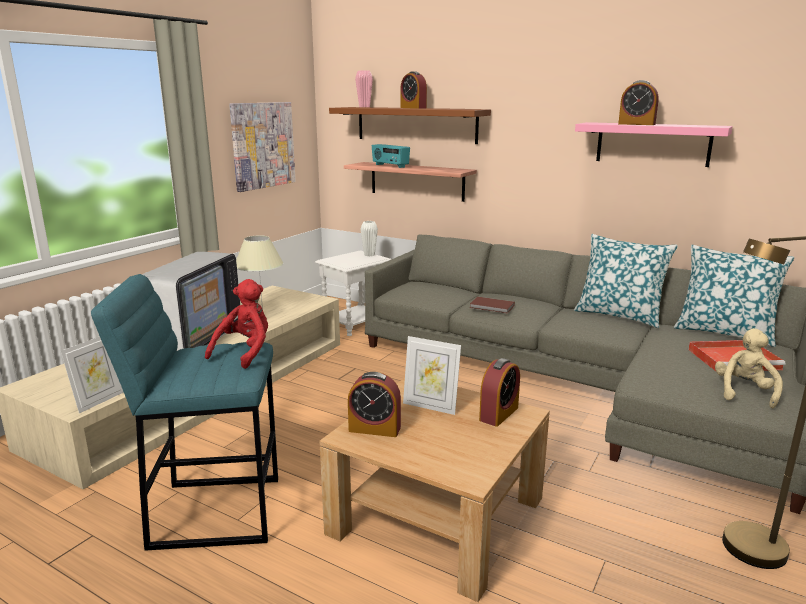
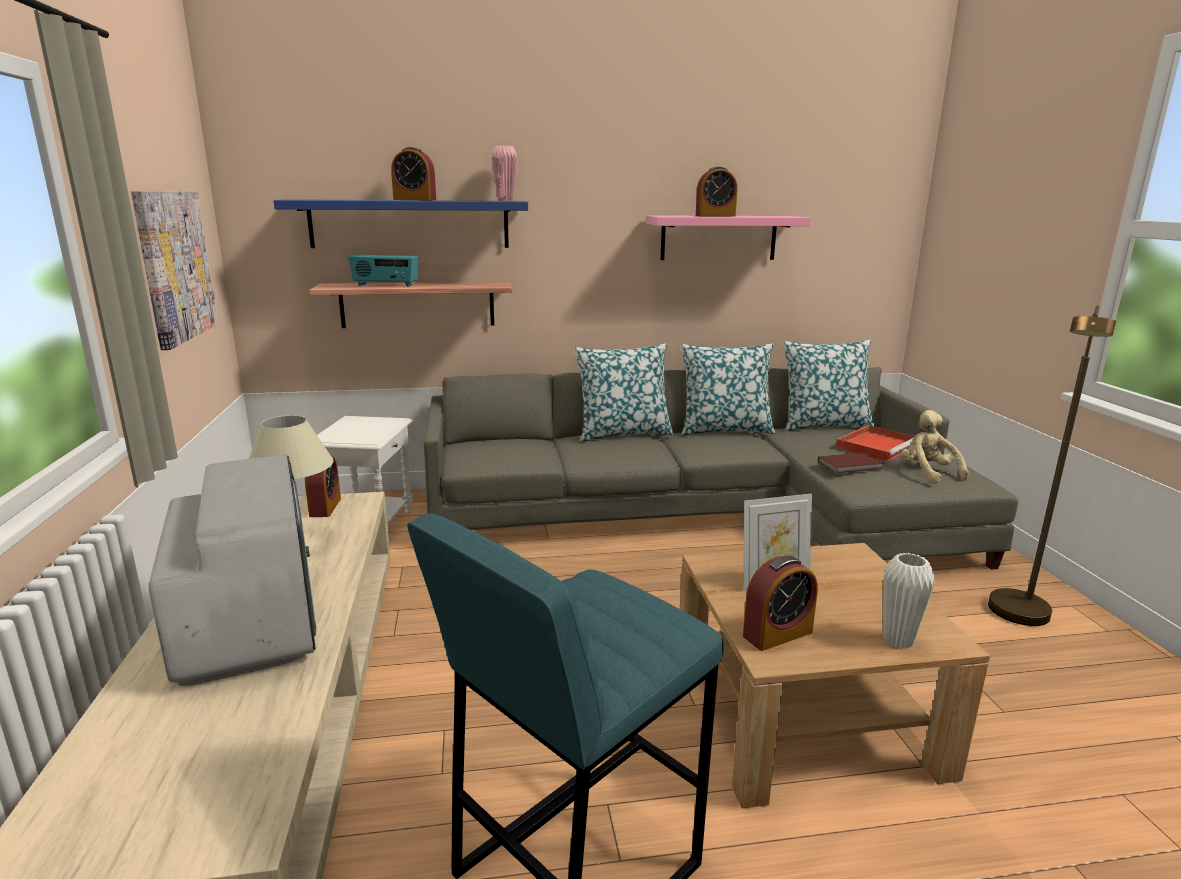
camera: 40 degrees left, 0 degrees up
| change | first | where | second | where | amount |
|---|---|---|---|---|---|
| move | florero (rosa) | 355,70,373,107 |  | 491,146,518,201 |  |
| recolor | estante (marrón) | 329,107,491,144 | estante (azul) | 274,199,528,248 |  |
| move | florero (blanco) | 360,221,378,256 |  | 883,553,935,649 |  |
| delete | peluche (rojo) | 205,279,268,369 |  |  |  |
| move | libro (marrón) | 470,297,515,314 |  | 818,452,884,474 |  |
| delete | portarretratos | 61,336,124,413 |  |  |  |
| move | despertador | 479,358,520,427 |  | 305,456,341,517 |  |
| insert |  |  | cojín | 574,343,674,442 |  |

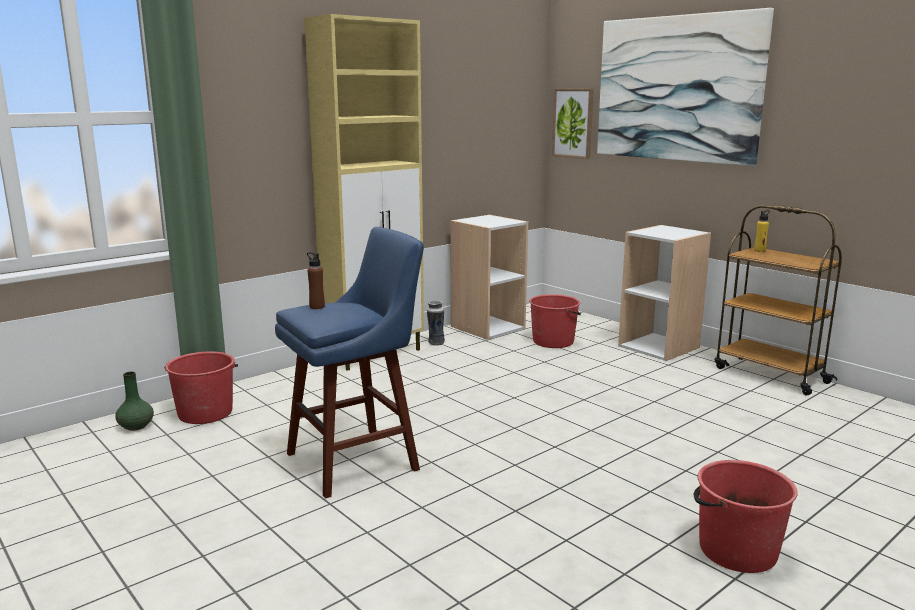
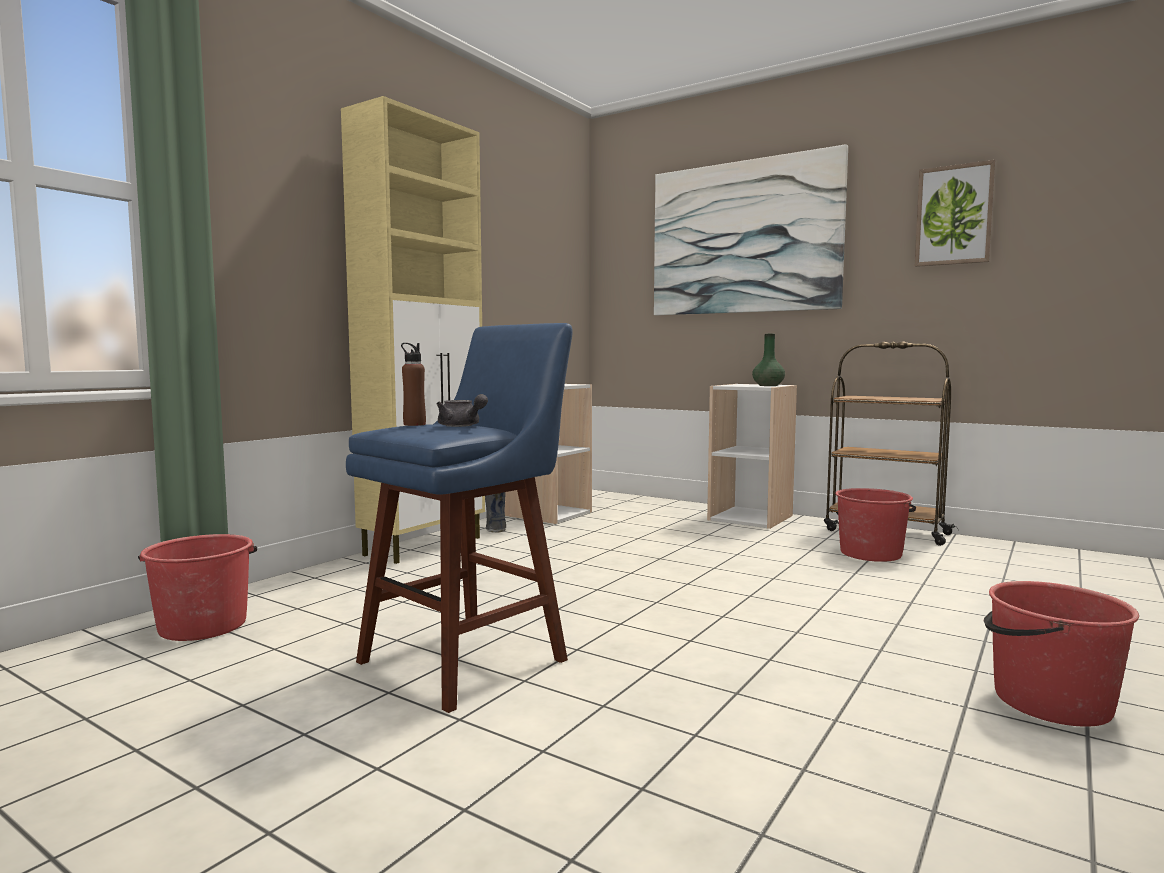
camera: 15 degrees left, 10 degrees down
| change | first | where | second | where | amount |
|---|---|---|---|---|---|
| move | cuadro | 552,88,594,159 |  | 915,160,996,267 |  |
| delete | botella (amarillo) | 754,210,770,252 |  |  |  |
| move | cubo (rojo) | 529,294,581,348 |  | 835,488,916,562 |  |
| move | florero (verde) | 115,372,154,431 |  | 752,334,785,386 |  |
| insert |  |  | tetera (gris) | 436,394,488,427 |  |

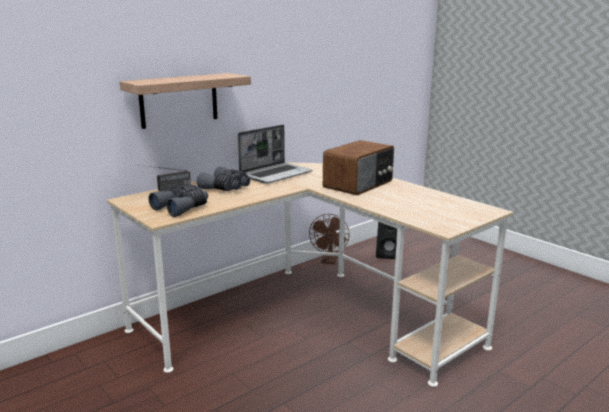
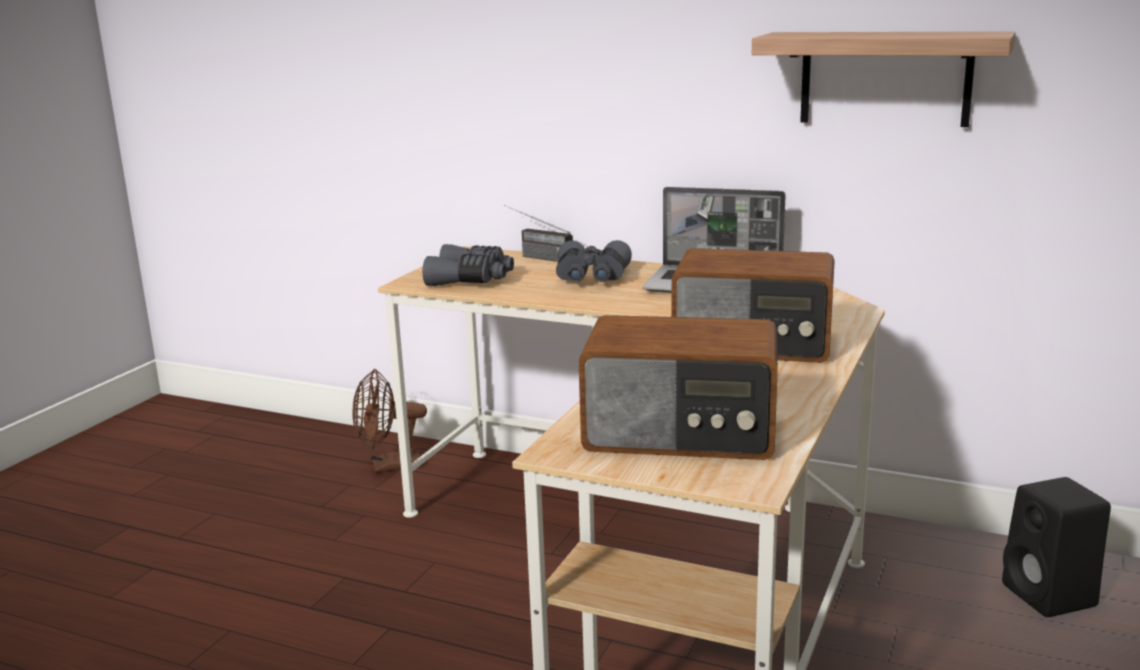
camera: 65 degrees right, 0 degrees up
| change | first | where | second | where | amount |
|---|---|---|---|---|---|
| move | estante | 120,73,251,129 |  | 752,31,1016,127 |  |
| move | ventilador (marrón) | 309,214,350,264 |  | 352,369,427,473 |  |
| insert |  |  | radio | 579,315,778,460 |  |

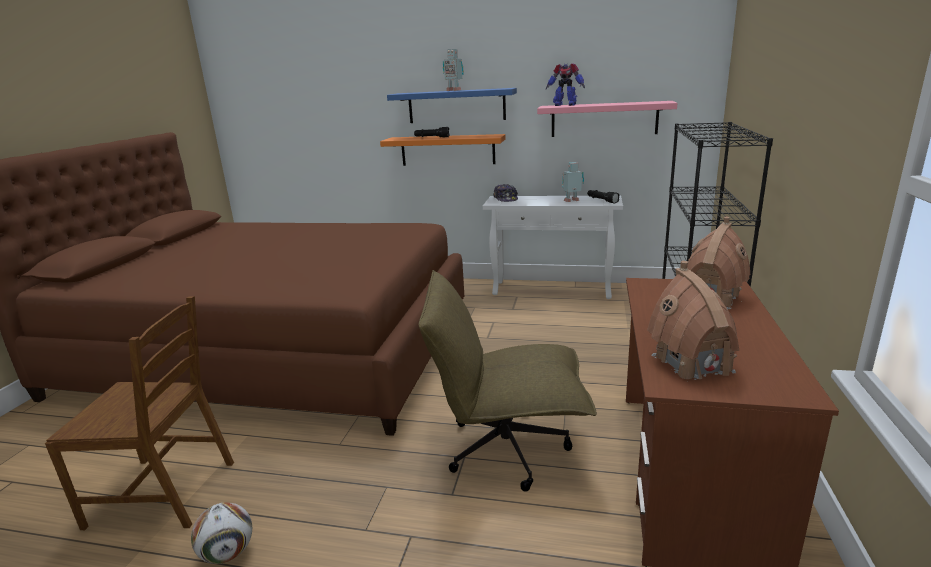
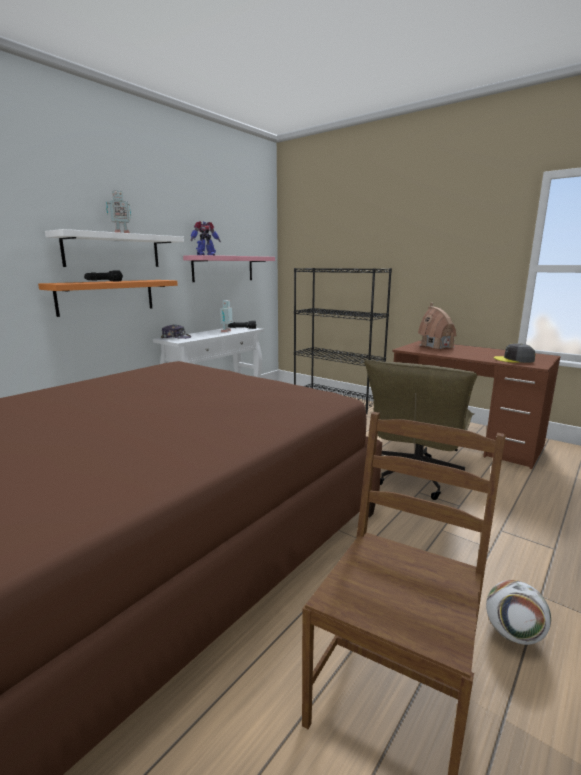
camera: 65 degrees left, 5 degrees down
| change | first | where | second | where | amount |
|---|---|---|---|---|---|
| recolor | estante (azul) | 387,88,517,123 | estante (blanco) | 45,229,184,267 |  |
| replace | casita | 647,261,739,382 | gorra (gris) | 494,343,535,363 |  |

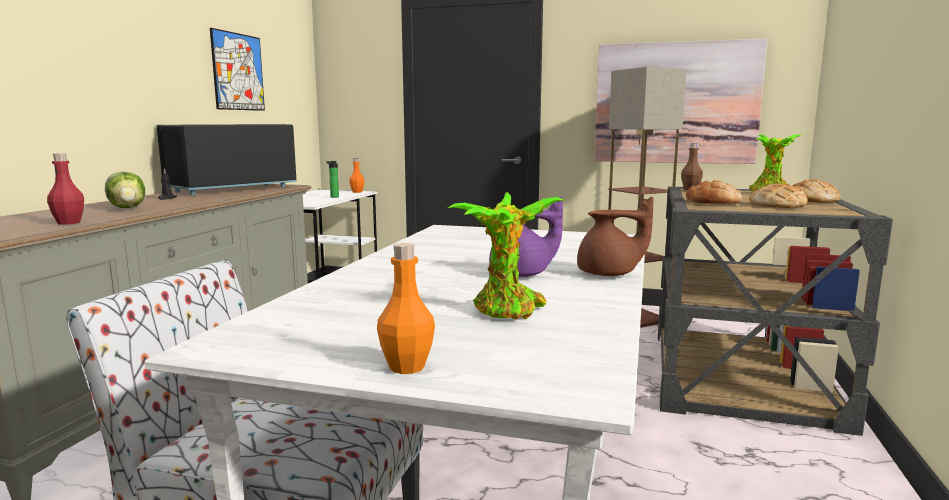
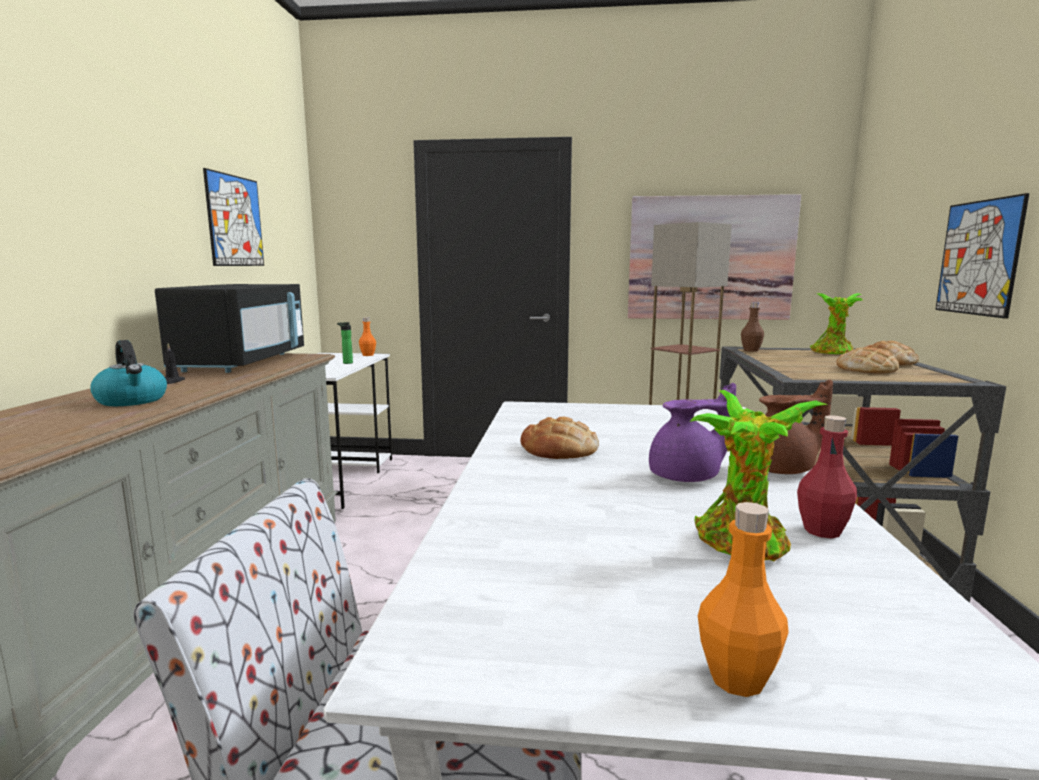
camera: 10 degrees left, 0 degrees up
| change | first | where | second | where | amount |
|---|---|---|---|---|---|
| rotate | microondas (negro) | 157,124,297,195 |  | 155,284,304,373 | 150 degrees clockwise |
| move | botella (rojo) | 47,153,84,225 |  | 797,415,857,538 |  |
| replace | lechuga | 105,171,145,208 | hervidor | 90,340,167,406 |  |
| move | pan | 686,180,742,204 |  | 520,416,599,459 |  |
| insert |  |  | cuadro | 935,193,1029,319 |  |

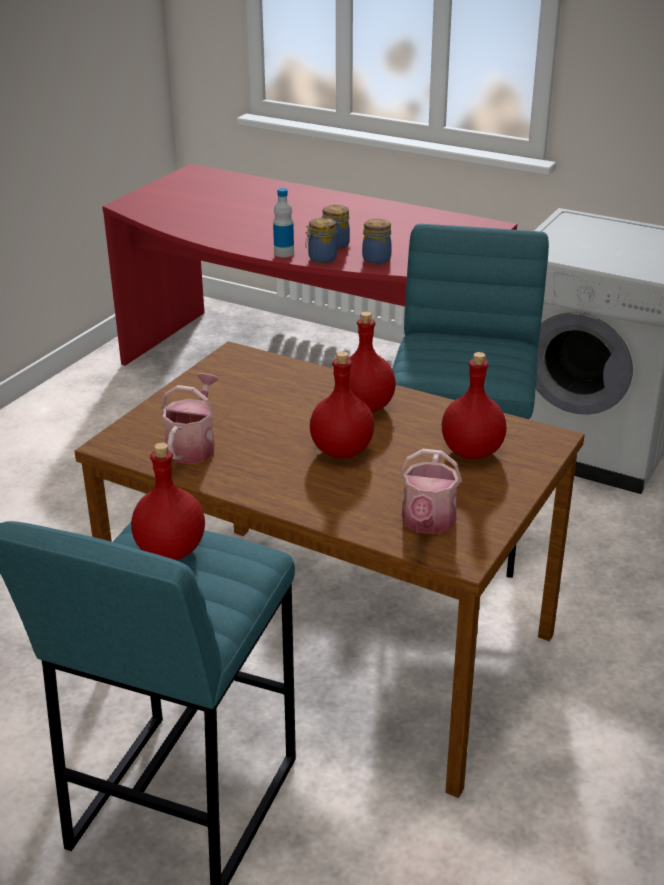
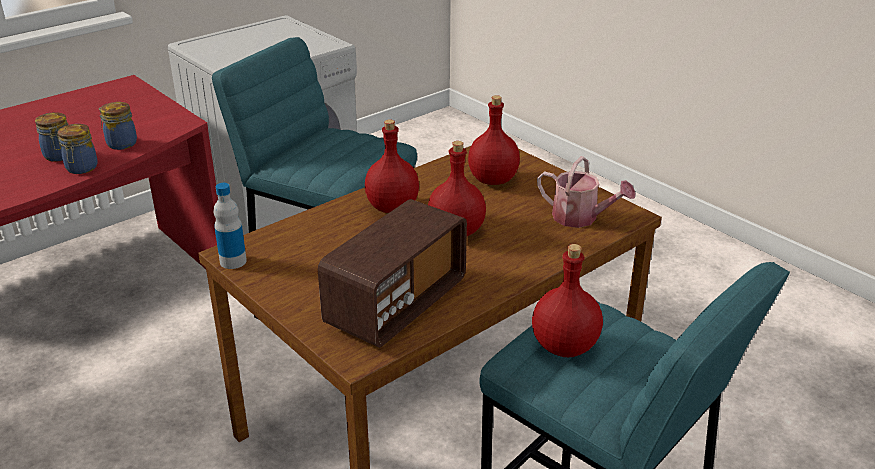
camera: 70 degrees left, 0 degrees up
| change | first | where | second | where | amount |
|---|---|---|---|---|---|
| move | botella | 273,188,294,257 |  | 214,183,247,269 |  |
| replace | regadera | 160,373,219,464 | radio | 318,199,467,348 |  |

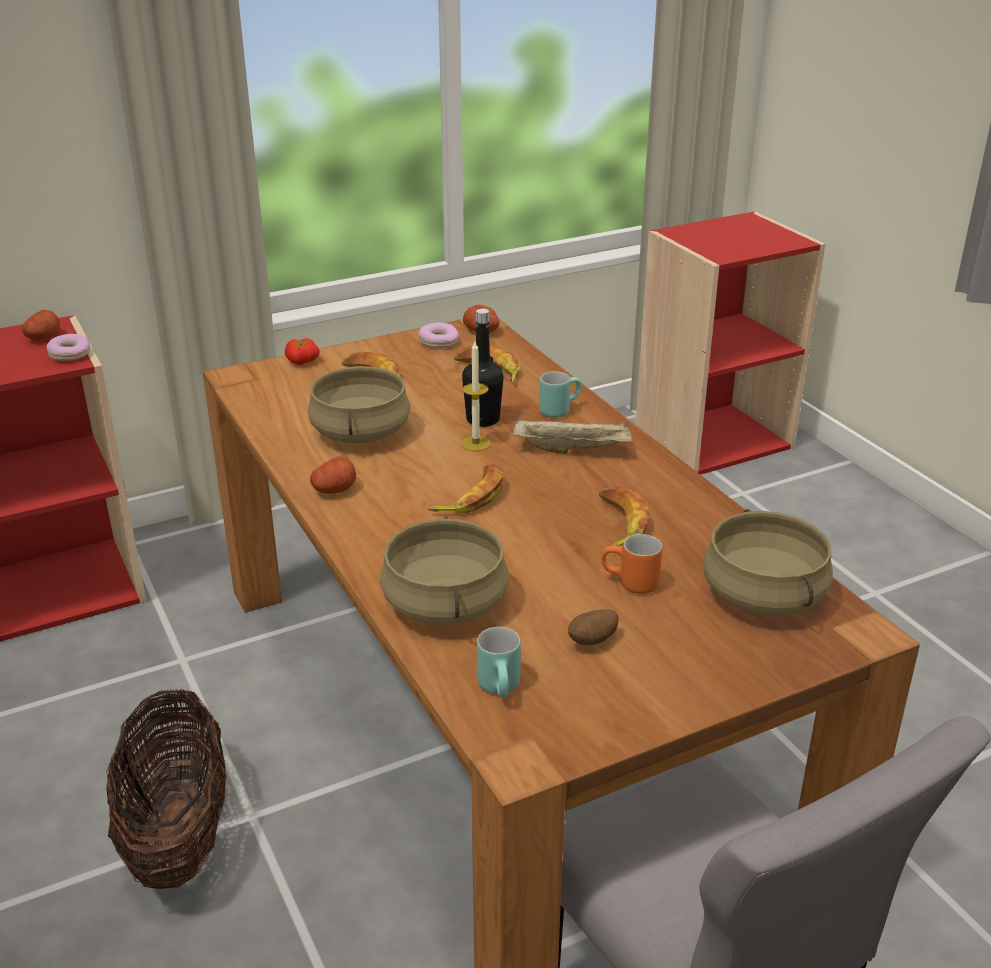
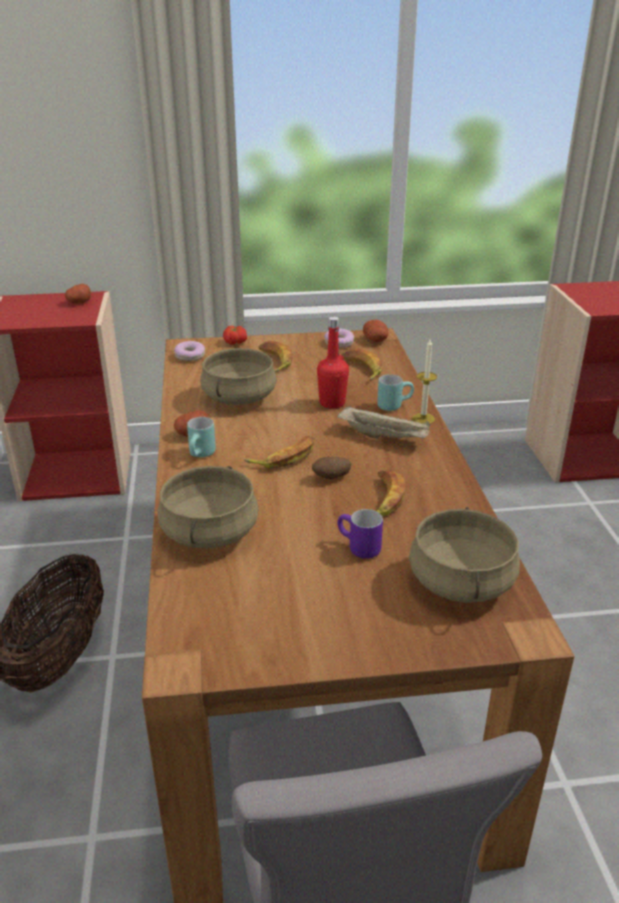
camera: 20 degrees right, 0 degrees up
| change | first | where | second | where | amount |
|---|---|---|---|---|---|
| recolor | botella (negro) | 462,308,504,427 | botella (rojo) | 317,317,349,409 |  |
| move | rosquilla | 46,334,90,361 |  | 174,341,205,361 |  |
| move | vela | 461,341,491,451 |  | 412,339,437,424 |  |
| recolor | taza grande (naranja) | 601,534,662,594 | taza grande (morado) | 338,509,383,559 |  |
| move | patata | 568,609,619,645 |  | 312,457,351,479 |  |
| move | taza grande (turquesa) | 477,627,521,698 |  | 187,417,216,457 |  |

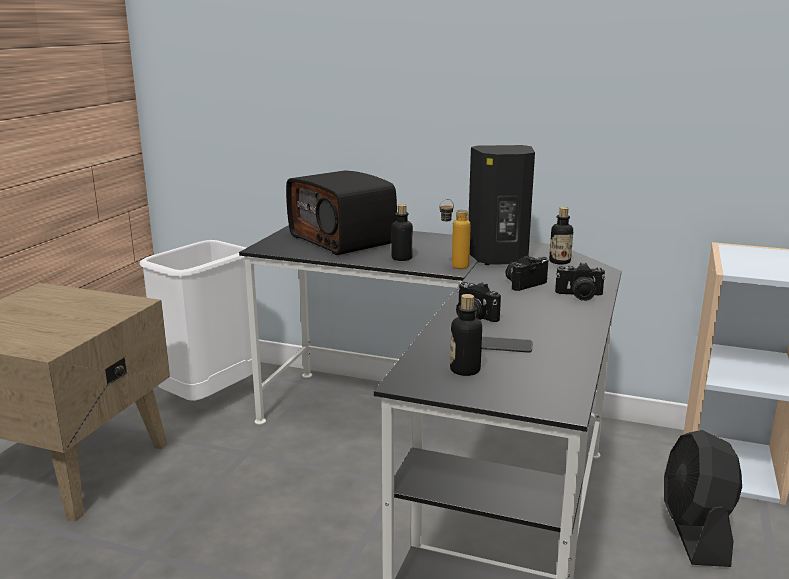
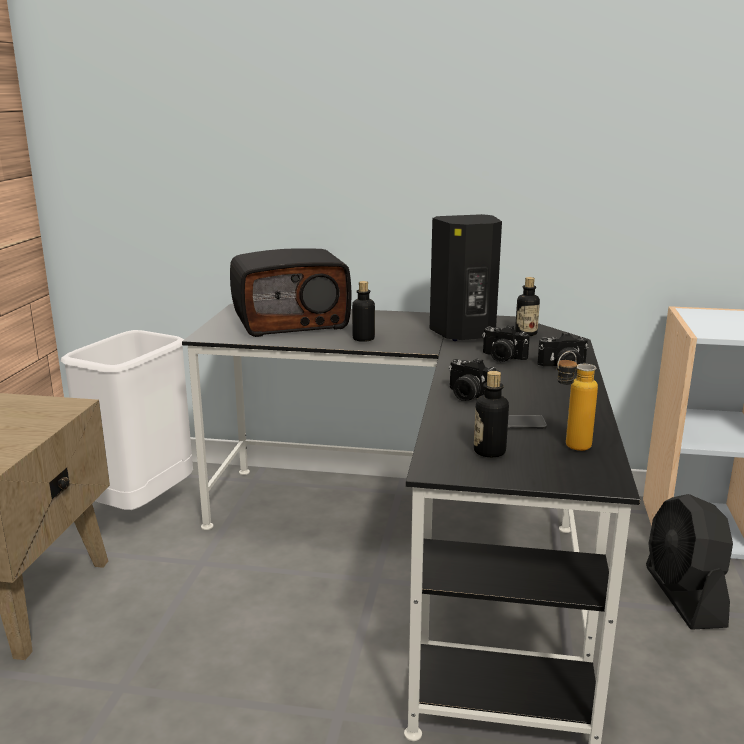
camera: 10 degrees left, 0 degrees up
| change | first | where | second | where | amount |
|---|---|---|---|---|---|
| rotate | radio | 286,170,397,255 |  | 230,248,352,337 | 60 degrees counterclockwise |
| move | botella | 439,199,471,269 |  | 557,351,598,451 |  |
| rotate | cámara | 506,256,548,291 |  | 482,325,530,362 | 105 degrees counterclockwise |

